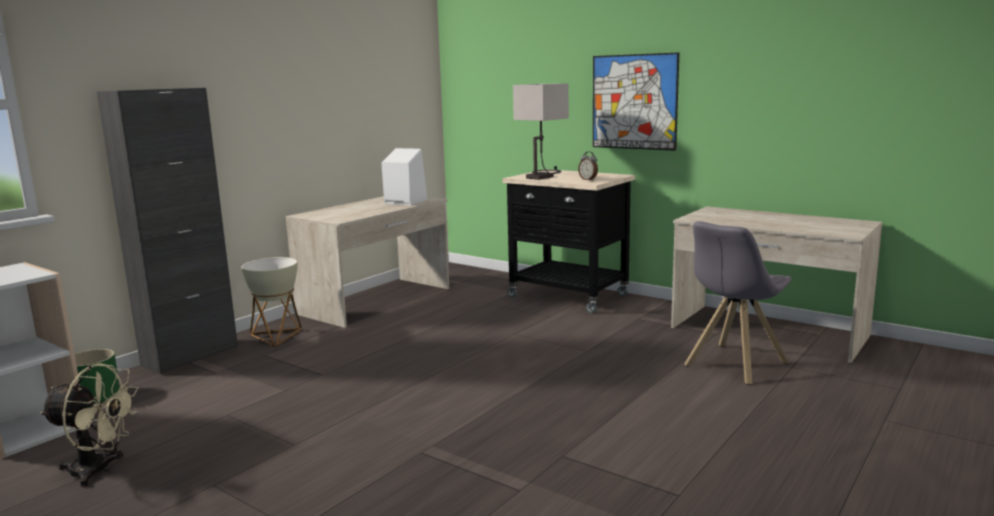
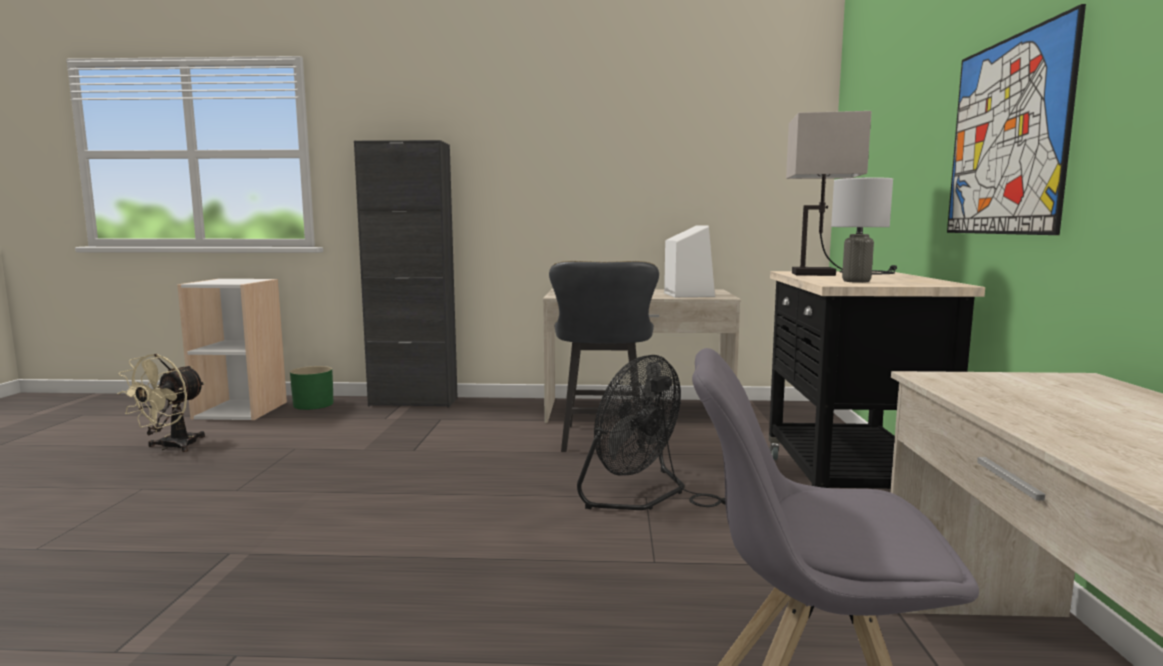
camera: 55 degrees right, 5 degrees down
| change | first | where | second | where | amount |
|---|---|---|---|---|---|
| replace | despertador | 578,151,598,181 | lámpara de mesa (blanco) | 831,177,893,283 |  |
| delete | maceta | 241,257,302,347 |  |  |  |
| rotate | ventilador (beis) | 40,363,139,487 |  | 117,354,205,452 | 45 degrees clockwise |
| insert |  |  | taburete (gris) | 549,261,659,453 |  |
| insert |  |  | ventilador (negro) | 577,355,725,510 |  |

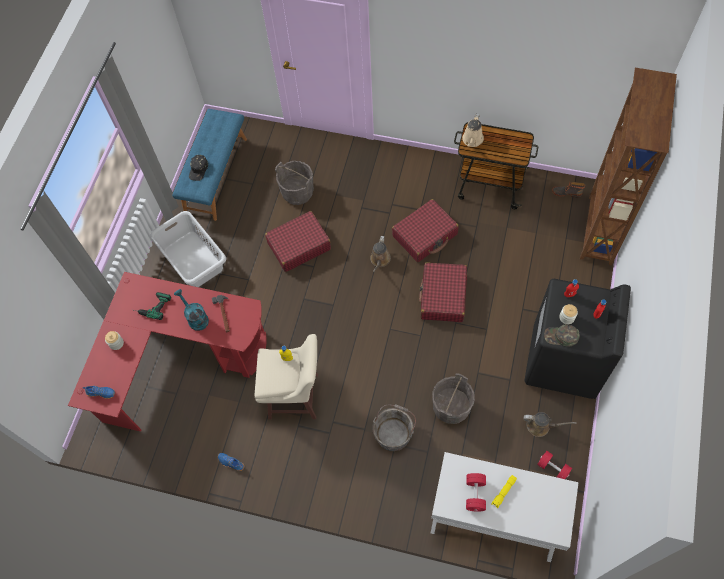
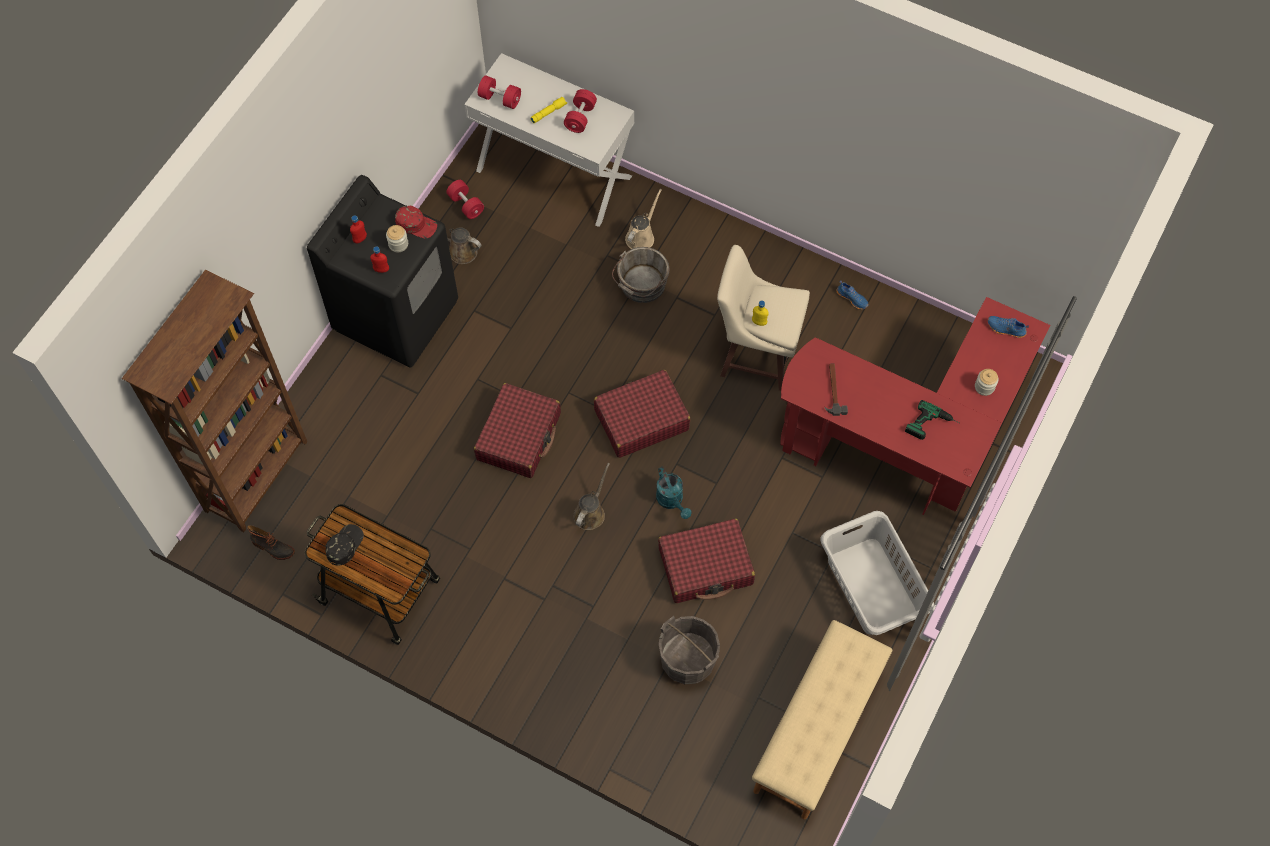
camera: 170 degrees left, 0 degrees up
| change | first | where | second | where | amount |
|---|---|---|---|---|---|
| recolor | banco (azul) | 172,109,247,221 | banco (beis) | 752,620,892,819 |  |
| move | regadera (beis) | 462,114,484,147 |  | 625,189,662,249 |  |
| move | gorra (negro) | 189,155,208,181 |  | 325,524,364,566 |  |
| move | maleta (rojo) | 392,199,459,262 |  | 594,370,691,458 |  |
| move | regadera (turquesa) | 174,289,209,331 |  | 656,467,692,519 |  |
| recolor | gorra (verde) | 544,325,580,347 | gorra (rojo) | 395,206,437,239 |  |
| delete | cubo (gris) | 432,373,475,424 |  |  |  |
| insert |  |  | mancuerna (rojo) | 478,76,521,109 |  |

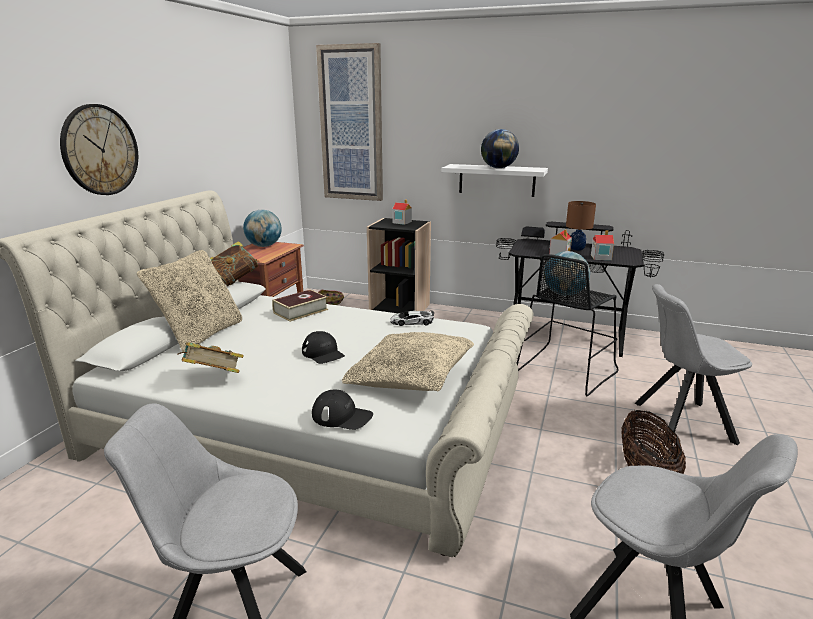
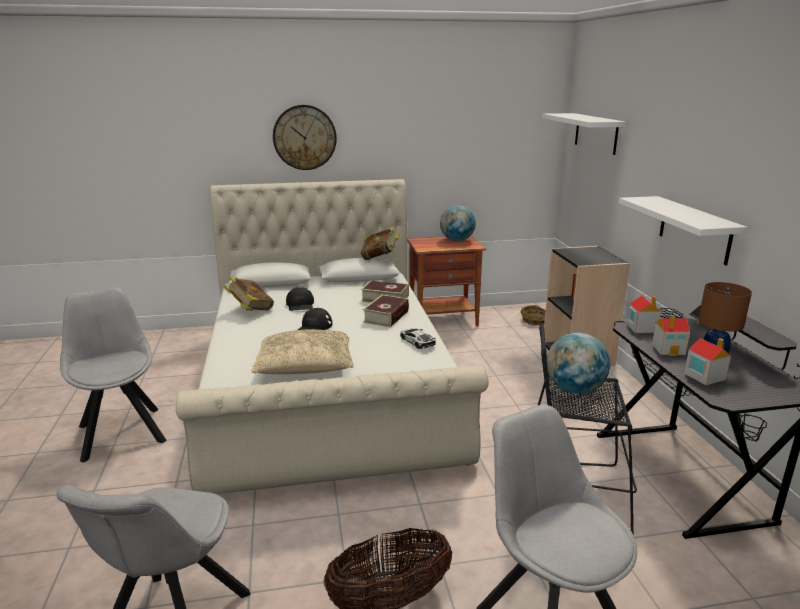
camera: 60 degrees right, 0 degrees up
| change | first | where | second | where | amount |
|---|---|---|---|---|---|
| replace | cuadro | 316,43,383,201 | estante (blanco) | 542,113,626,155 |  |
| delete | globo terráqueo | 481,129,519,168 |  |  |  |
| move | casita | 392,200,412,225 |  | 627,295,661,333 |  |
| delete | cojín (beis) | 136,250,242,352 |  |  |  |
| move | gorra (negro) | 312,390,373,430 |  | 286,287,314,311 |  |
| insert |  |  | libro | 363,295,409,327 |  |

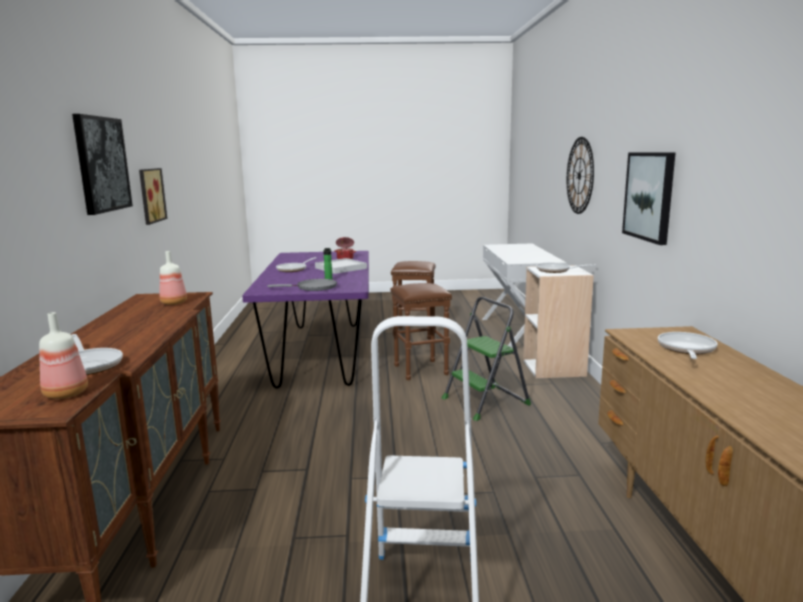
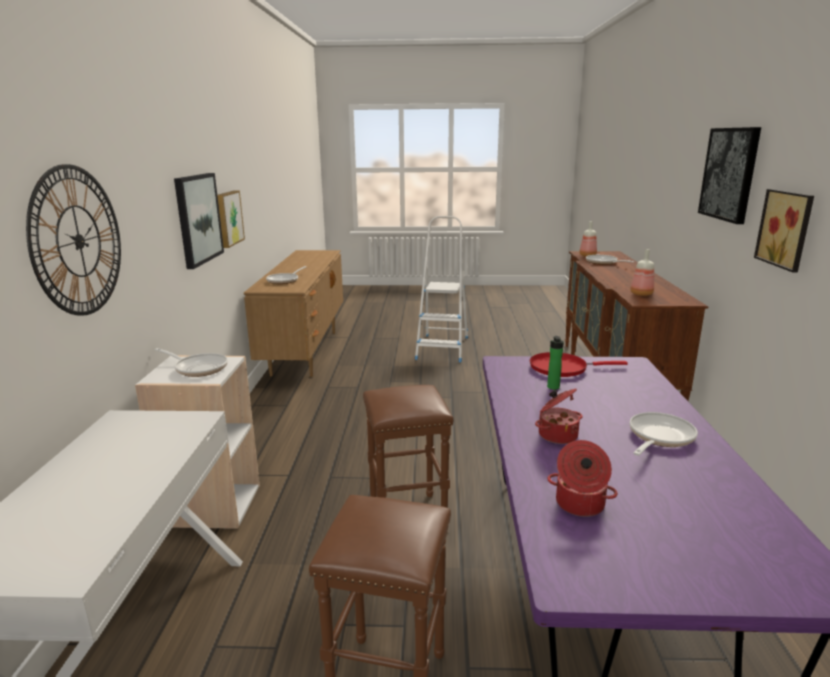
camera: 175 degrees left, 5 degrees up
| change | first | where | second | where | amount |
|---|---|---|---|---|---|
| replace | bandeja (blanco) | 315,258,367,274 | olla | 535,388,583,444 |  |
| recolor | sartén (gris) | 268,279,337,291 | sartén (rojo) | 530,352,628,377 |  |
| delete | escalera de tijera (verde) | 441,297,531,421 |  |  |  |
| insert |  |  | cuadro | 217,190,245,248 |  |

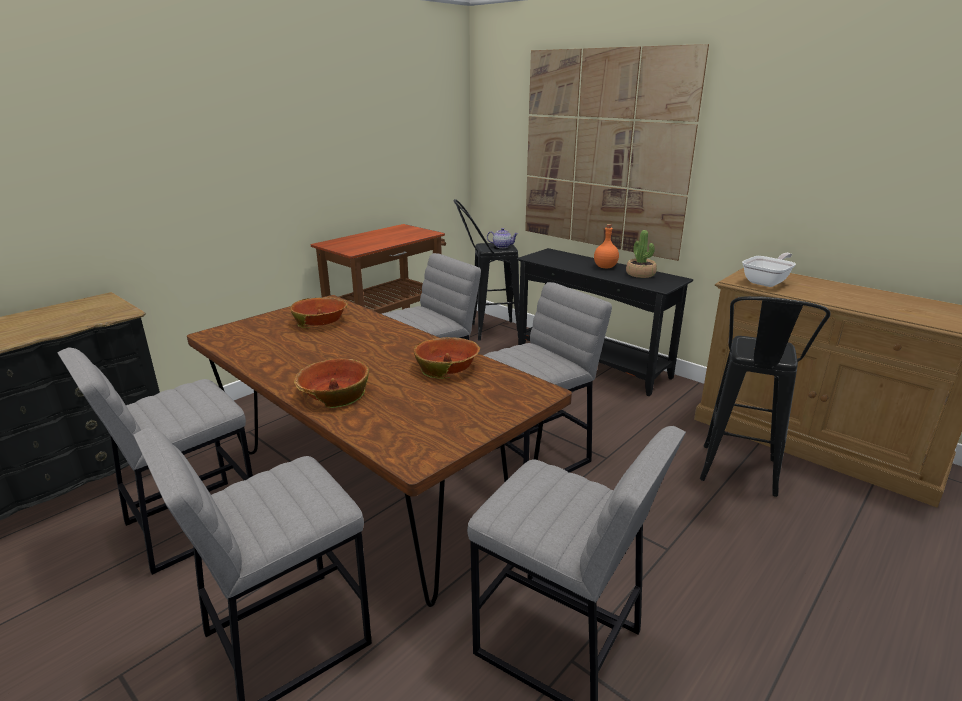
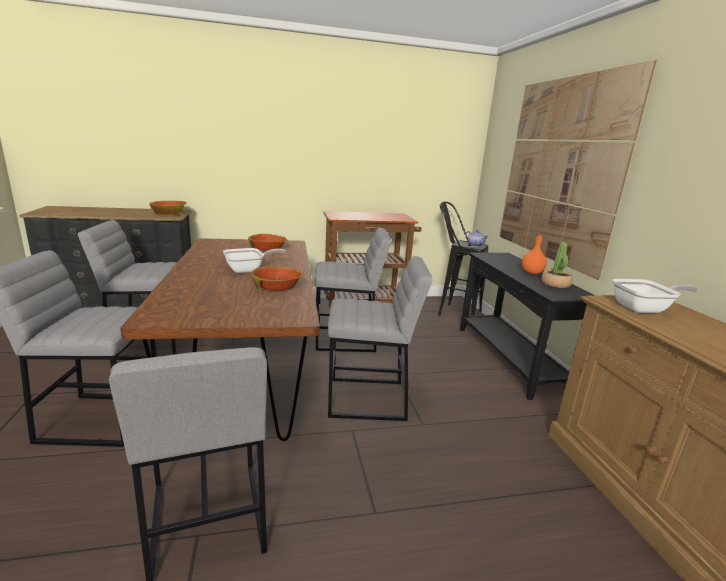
camera: 35 degrees right, 5 degrees down
| change | first | where | second | where | amount |
|---|---|---|---|---|---|
| delete | taburete (negro) | 700,296,830,497 |  |  |  |
| move | cuenco | 294,358,369,408 |  | 149,201,187,216 |  |
| insert |  |  | sartén | 223,248,286,273 |  |

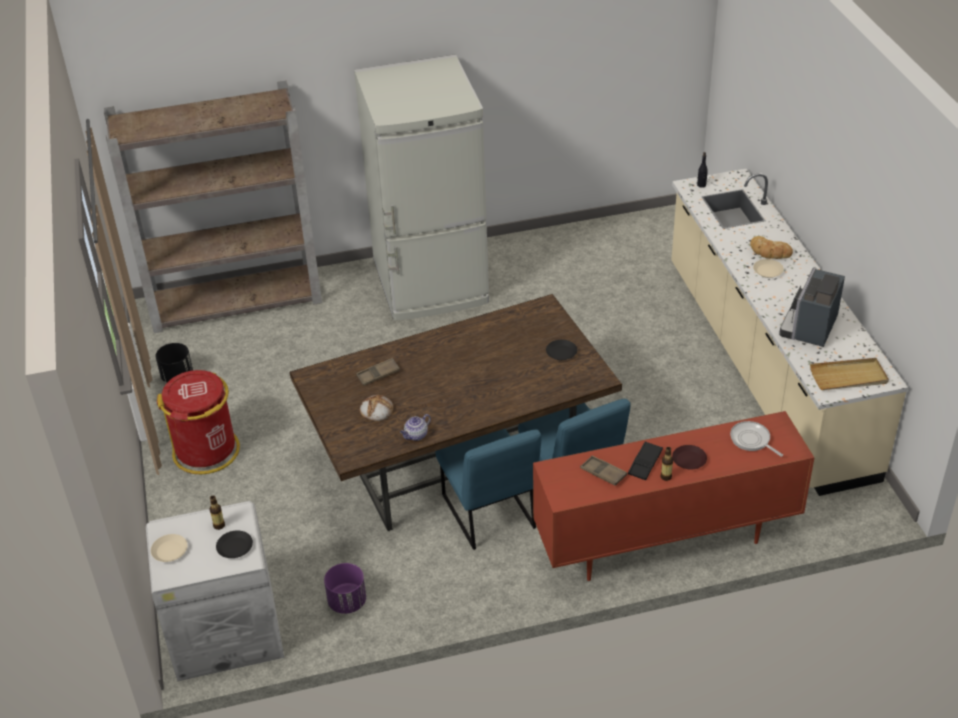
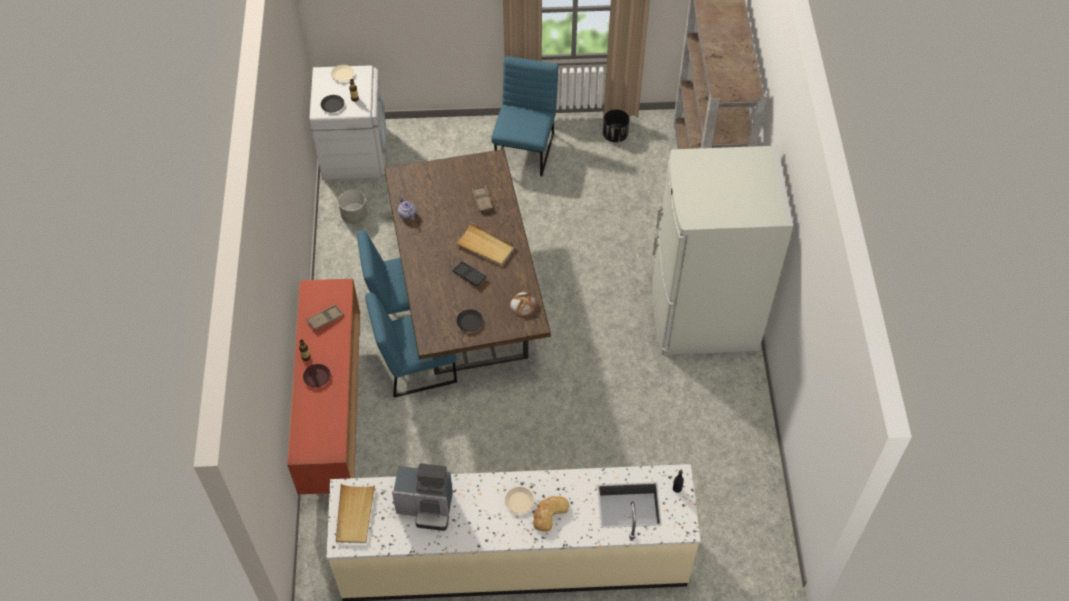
camera: 100 degrees right, 15 degrees up
| change | first | where | second | where | amount |
|---|---|---|---|---|---|
| rotate | cafetera | 779,267,845,347 |  | 392,463,453,531 | 150 degrees clockwise |
| replace | papelera (rojo) | 157,370,240,474 | silla (azul) | 491,56,559,176 |  |
| move | pan | 360,395,394,421 |  | 510,292,538,316 |  |
| delete | sartén | 730,421,783,457 |  |  |  |
| move | bandeja (negro) | 628,441,663,480 |  | 452,261,487,287 |  |
| recolor | maceta (morado) | 324,563,366,614 | maceta (gris) | 338,190,368,224 |  |
| insert |  |  | bandeja (beis) | 455,222,515,266 |  |

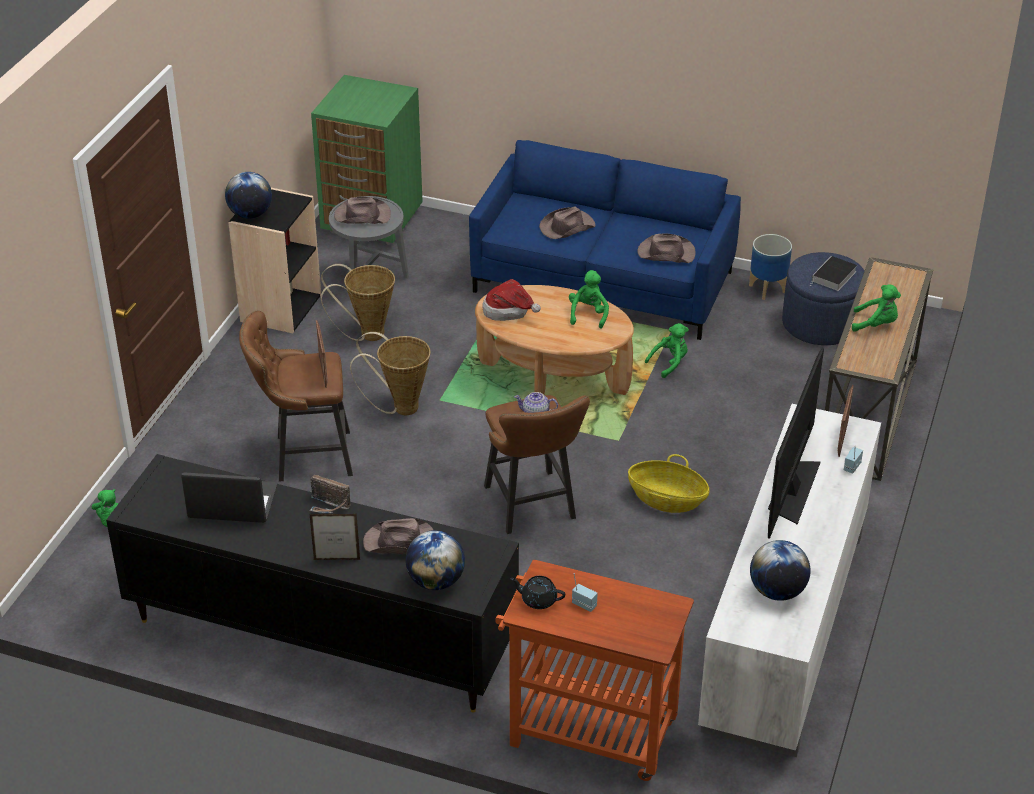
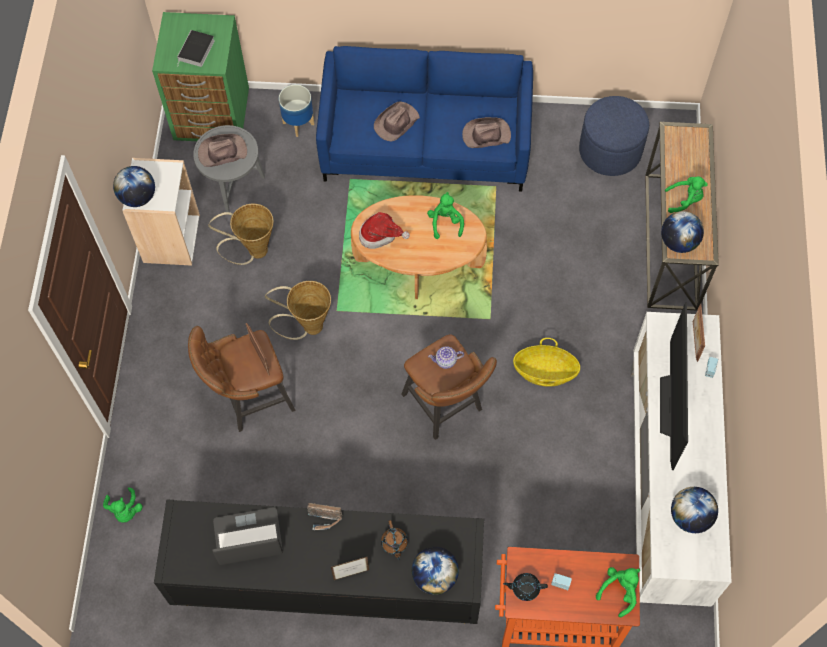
camera: 15 degrees left, 25 degrees up
| change | first | where | second | where | amount |
|---|---|---|---|---|---|
| recolor | estantería (negro) | 228,188,321,333 | estantería (blanco) | 122,158,200,266 |  |
| move | maceta | 749,234,792,300 |  | 279,84,314,137 |  |
| move | libro | 810,256,857,291 |  | 177,30,215,67 |  |
| move | peluche (verde) | 645,323,689,378 |  | 596,567,640,617 |  |
| replace | sombrero (marrón) | 363,518,433,555 | tetera (marrón) | 381,520,408,560 |  |
| insert |  |  | globo terráqueo | 661,211,704,253 |  |

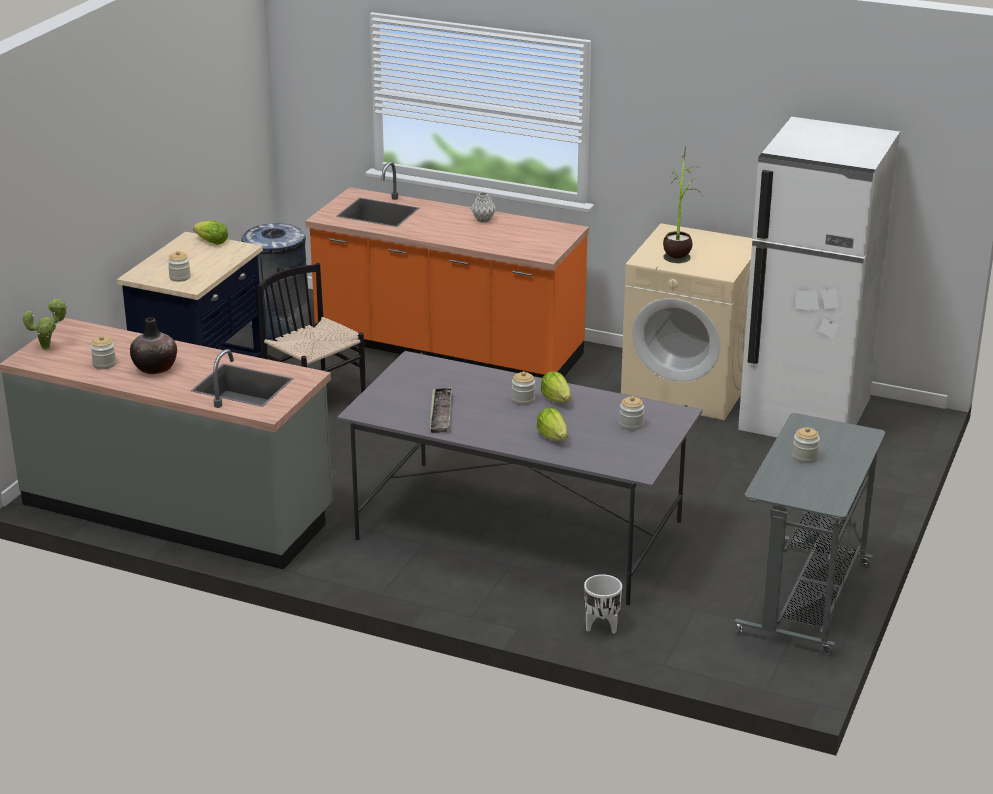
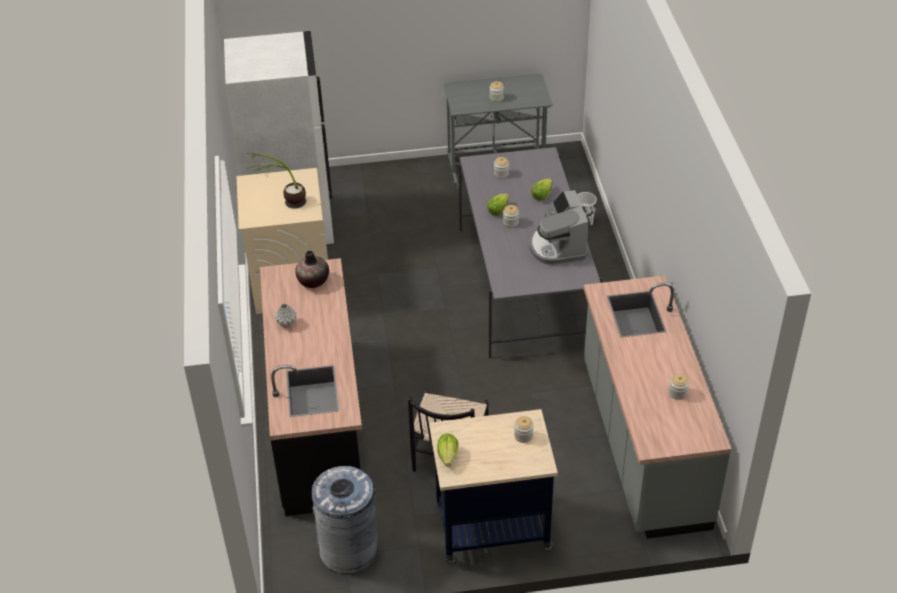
camera: 120 degrees left, 15 degrees up
| change | first | where | second | where | amount |
|---|---|---|---|---|---|
| recolor | mueble bajo de cocina (naranja) | 305,162,589,378 | mueble bajo de cocina (negro) | 260,258,362,516 |  |
| delete | planta en maceta | 23,298,68,350 |  |  |  |
| move | florero | 130,317,177,374 |  | 295,251,329,288 |  |
| replace | bandeja | 429,388,452,433 | cafetera | 529,190,588,265 |  |

